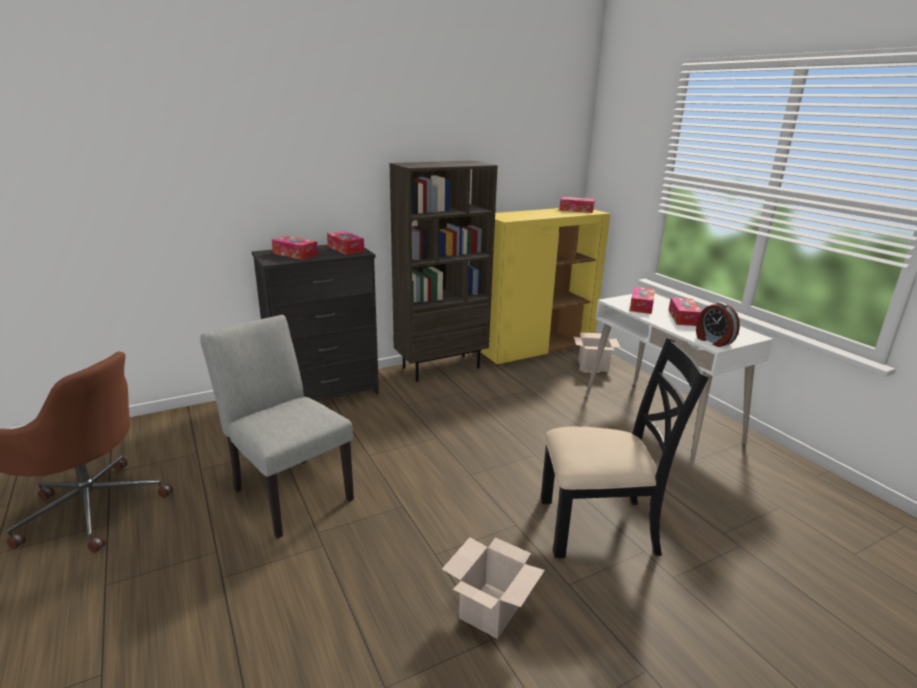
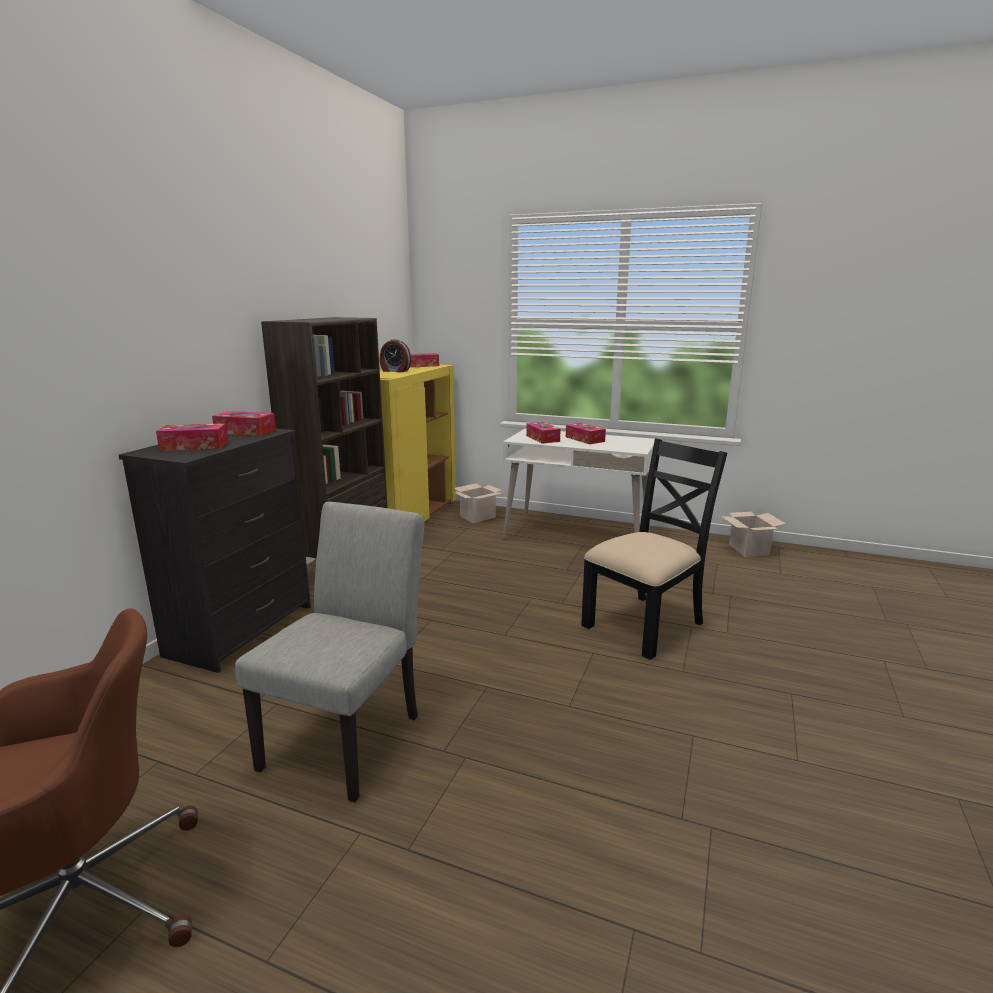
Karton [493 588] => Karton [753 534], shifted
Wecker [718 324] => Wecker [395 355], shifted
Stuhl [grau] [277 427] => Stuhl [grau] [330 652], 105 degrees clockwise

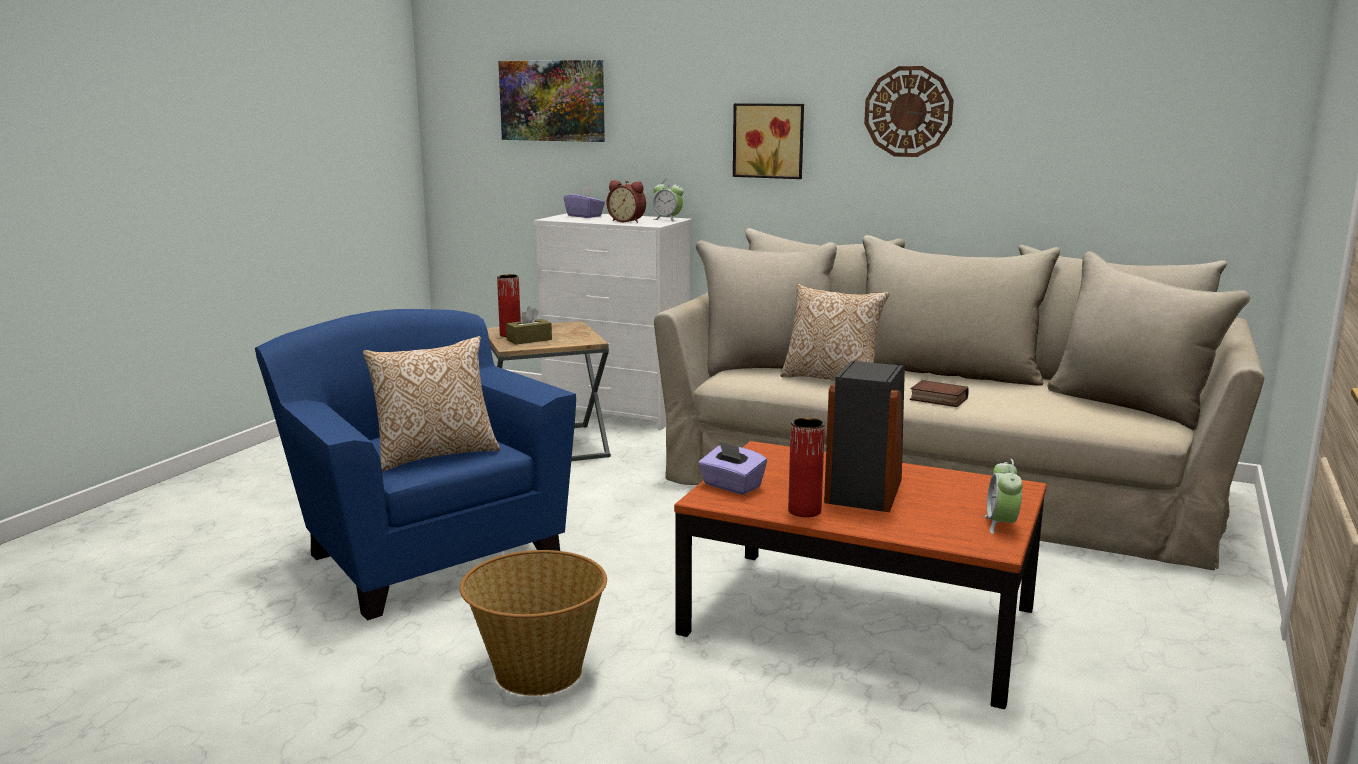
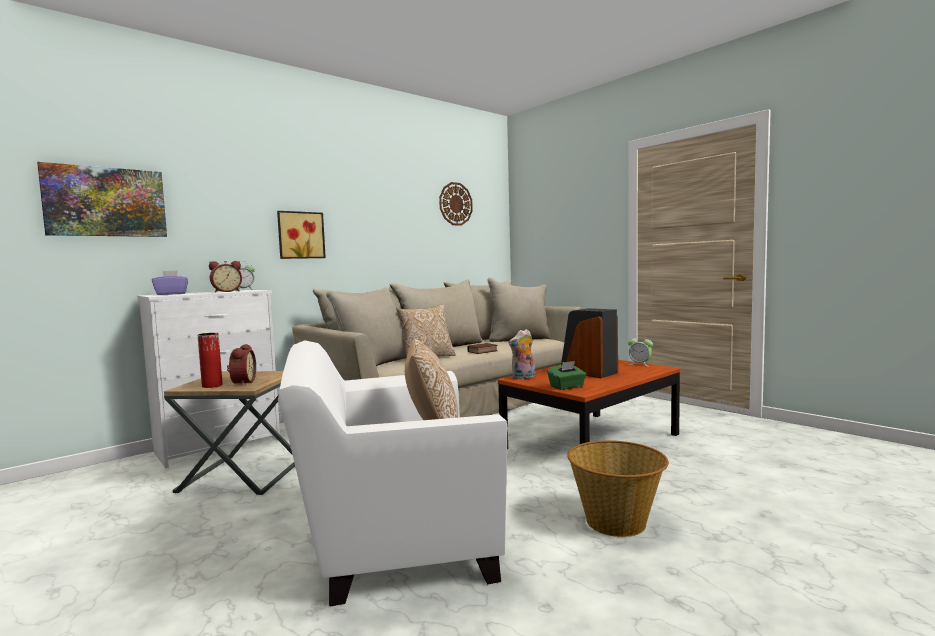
Vase [rot] [806 467] => nothing
nothing => Plüschtier [521 354]
Wanduhr [909 111] => Wanduhr [456 204], shifted
Taschentuchbox [braun] [529 326] => Wecker [241 365]
Sessel [blau] [415 464] => Sessel [weiß] [392 473]
Taschentuchbox [lila] [732 468] => Taschentuchbox [grün] [567 375]

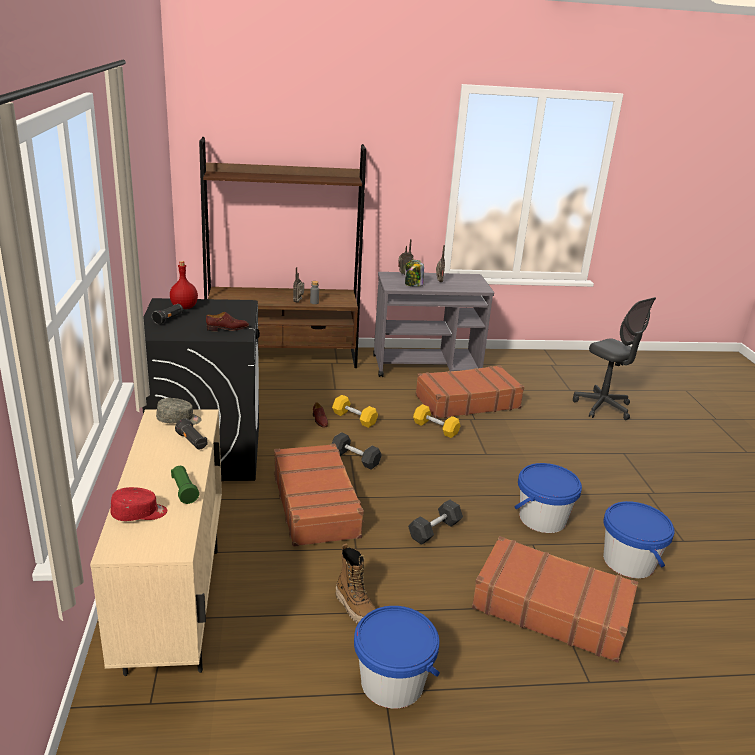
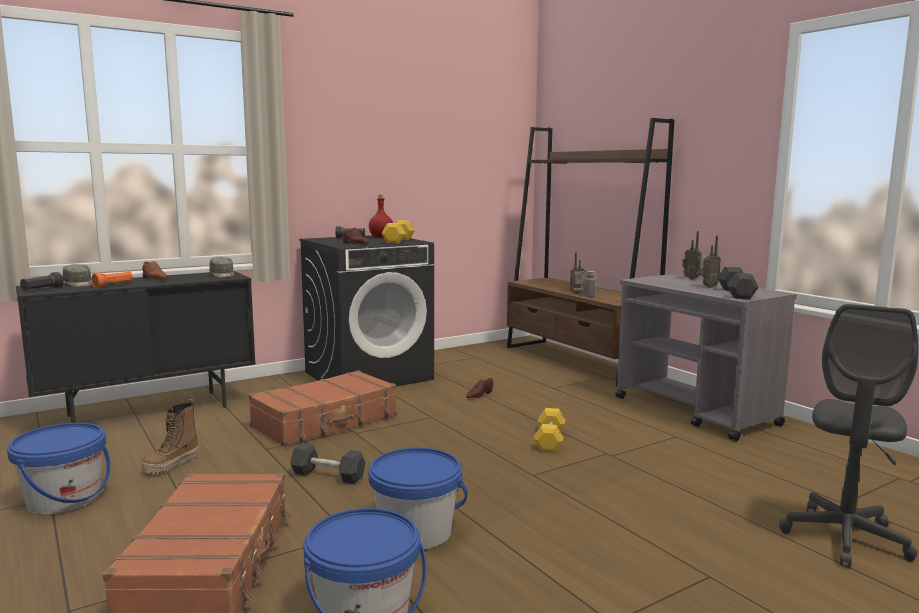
Vorratsglas [414 273] => nothing
Koffer [braun] [470 392] => nothing
nothing => Schuh [braun] [154 270]
Taschenlampe [schwarz] [191 434] => Taschenlampe [schwarz] [42 281], shifted
Hantel [gelb] [355 411] => Hantel [gelb] [398 232], shifted
Hantel [grau] [357 450] => Hantel [grau] [738 282], shifted
Schrank [beige] [156 542] => Schrank [schwarz] [136 347]
Kappe [rot] [138 504] => Kappe [grau] [77 275]
Taschenlampe [grün] [185 485] => Taschenlampe [orange] [112 279]

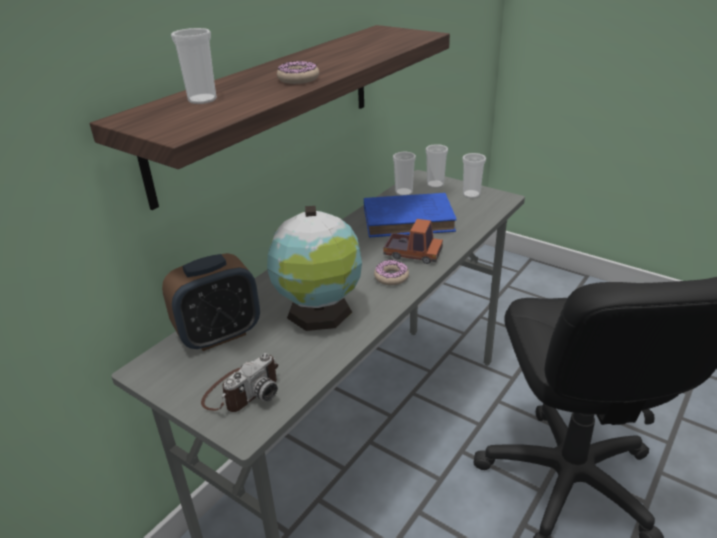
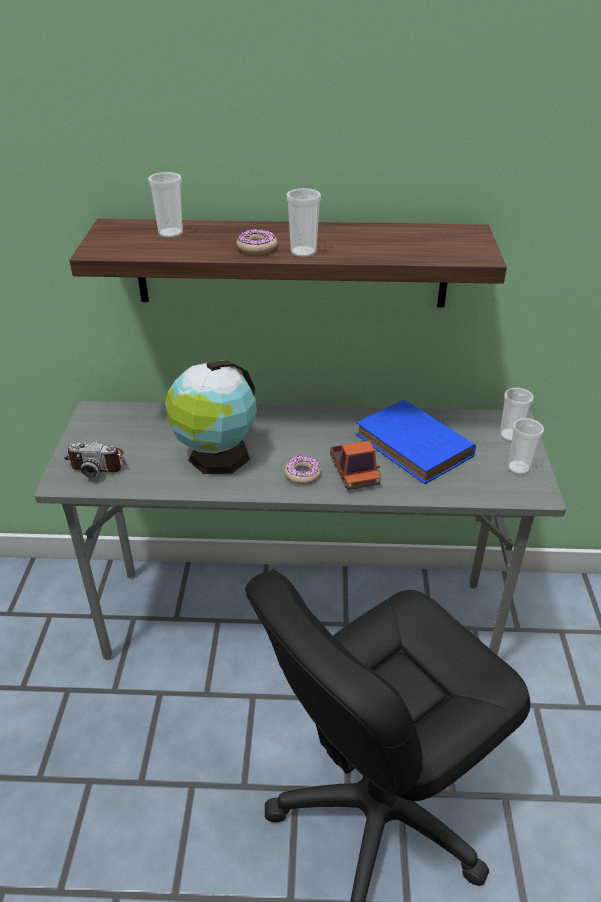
Wecker [211 302] => nothing
Tasse [404 174] => Tasse [303 222], shifted

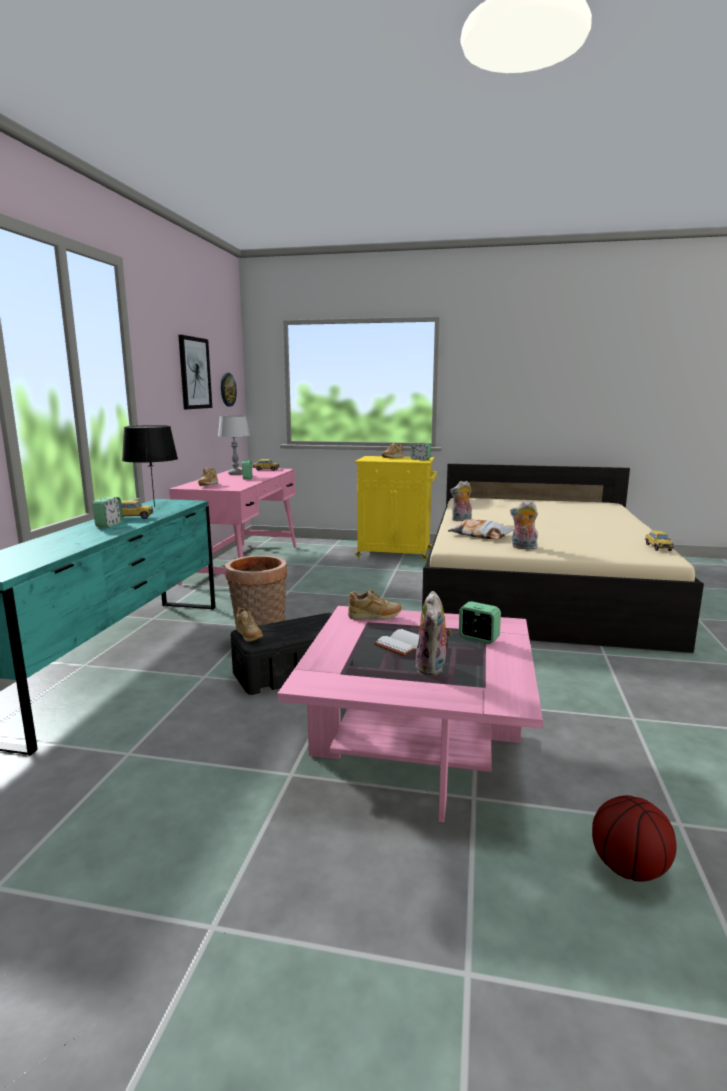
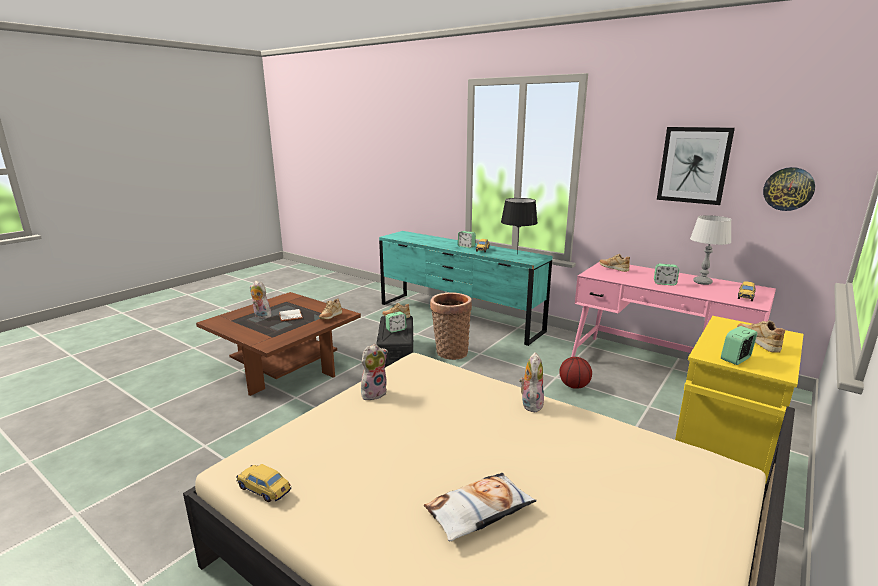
Kissen [481 529] => Kissen [480 507], shifted
Wecker [480 622] => Wecker [396 322], shifted
Basketball [634 838] => Basketball [575 373], shifted
Couchtisch [rosa] [410 714] => Couchtisch [braun] [278 344]

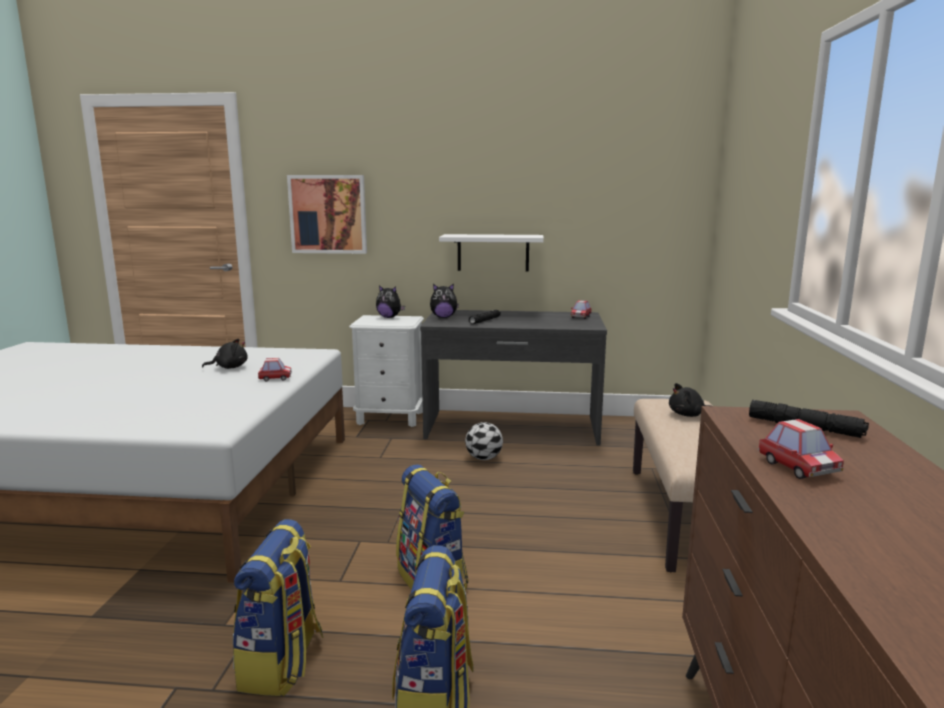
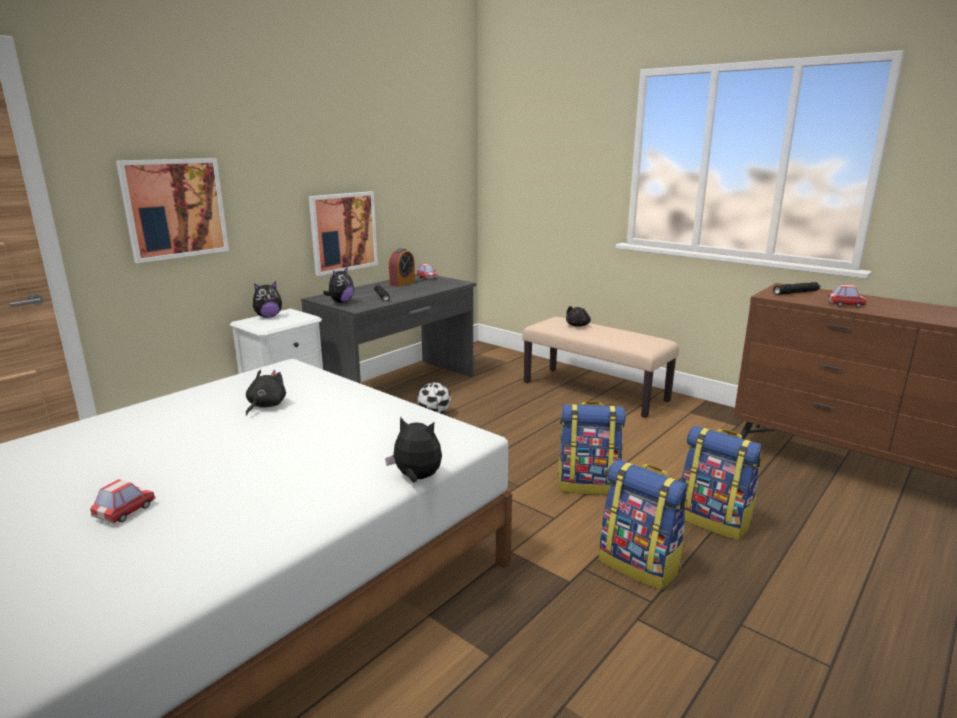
nothing => Plüschtier [413 449]
nothing => Wecker [402 267]
Spielzeugauto [275 369] => Spielzeugauto [122 501], shifted
Wandregal [weiß] [491 253] => Bild [343 233]

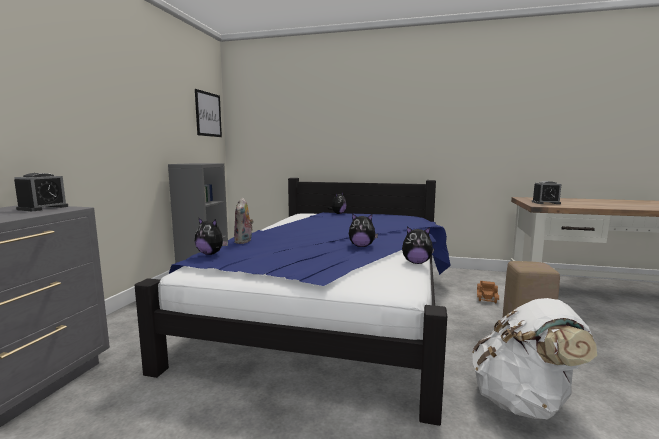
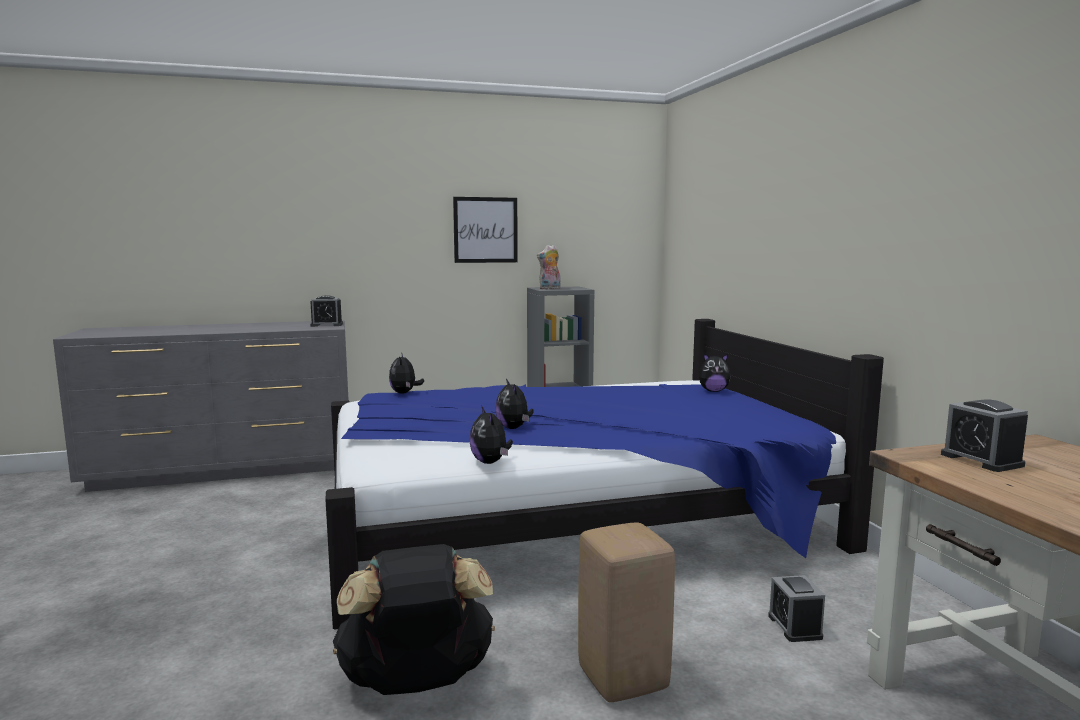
Bild [208 113] => Bild [485 230], shifted
Plüschtier [244 221] => Plüschtier [548 267], shifted
Spielzeuglaster [488 292] => Wecker [796 608]
Rucksack [weiß] [534 359] => Rucksack [schwarz] [414 619]

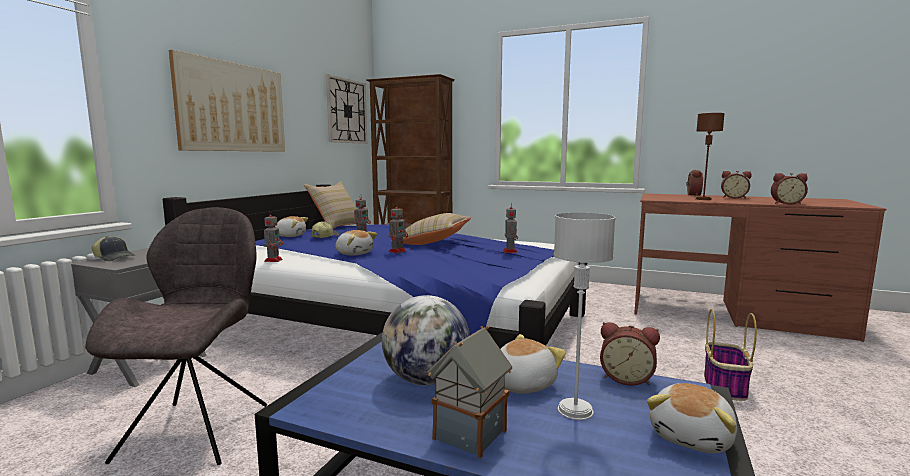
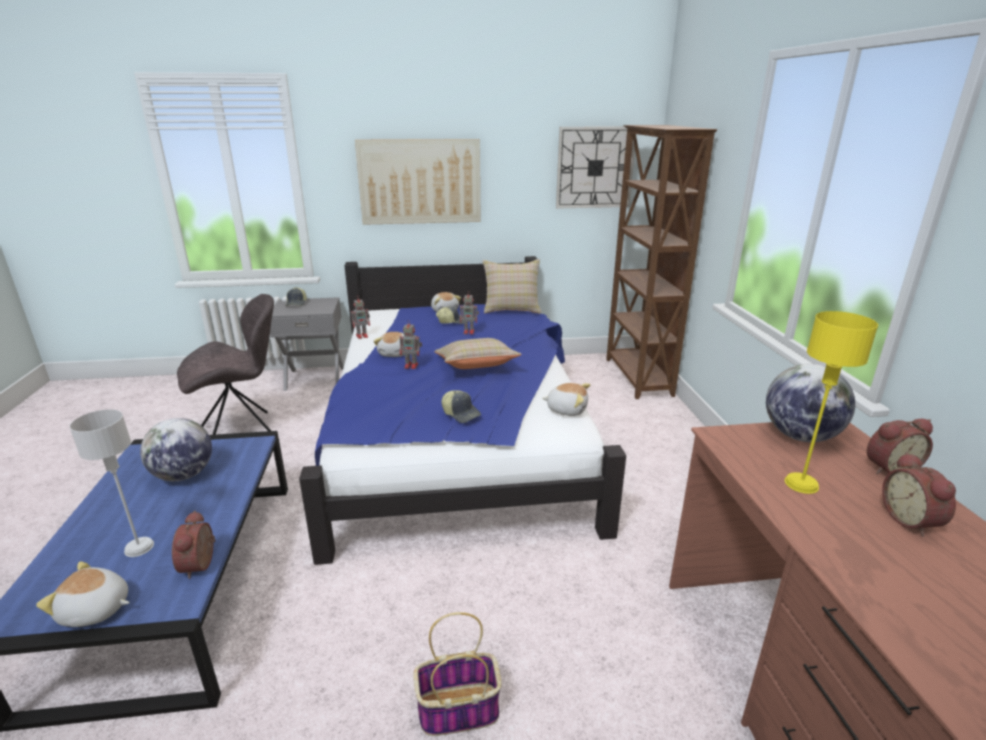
Spielzeughaus [470 392] => nothing
Wecker [789 188] => nothing
nothing => Globus [810 403]
Plüschtier [533 364] => Plüschtier [566 399], shifted
Spielzeugroboter [510 228] => Kappe [461 406]
Tischlampe [braun] [710 156] => Tischlampe [gelb] [831 402]

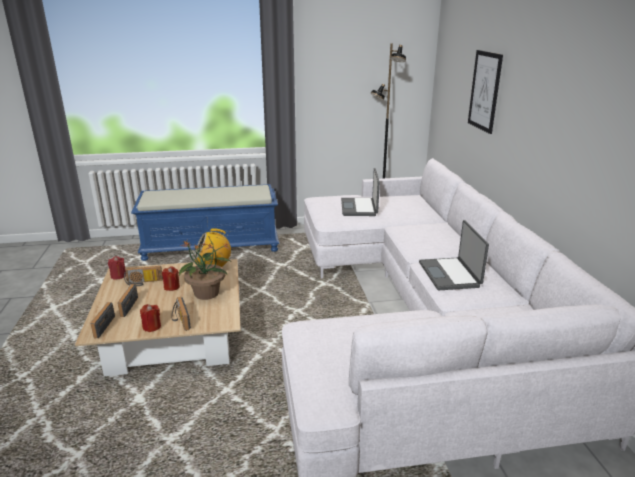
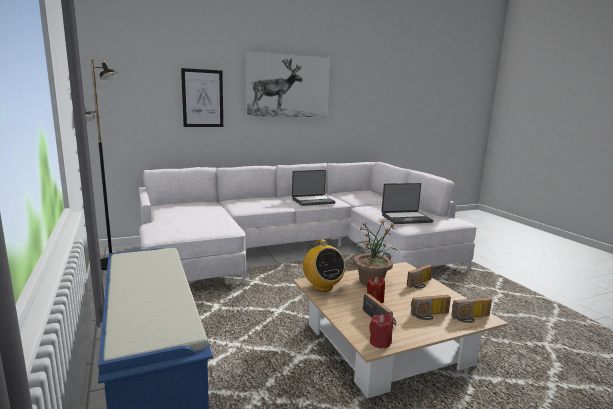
Kerze [rot] [150 318] => nothing
nothing => Bild [288 84]
Laptop [360 192] => Laptop [407 203], shifted

